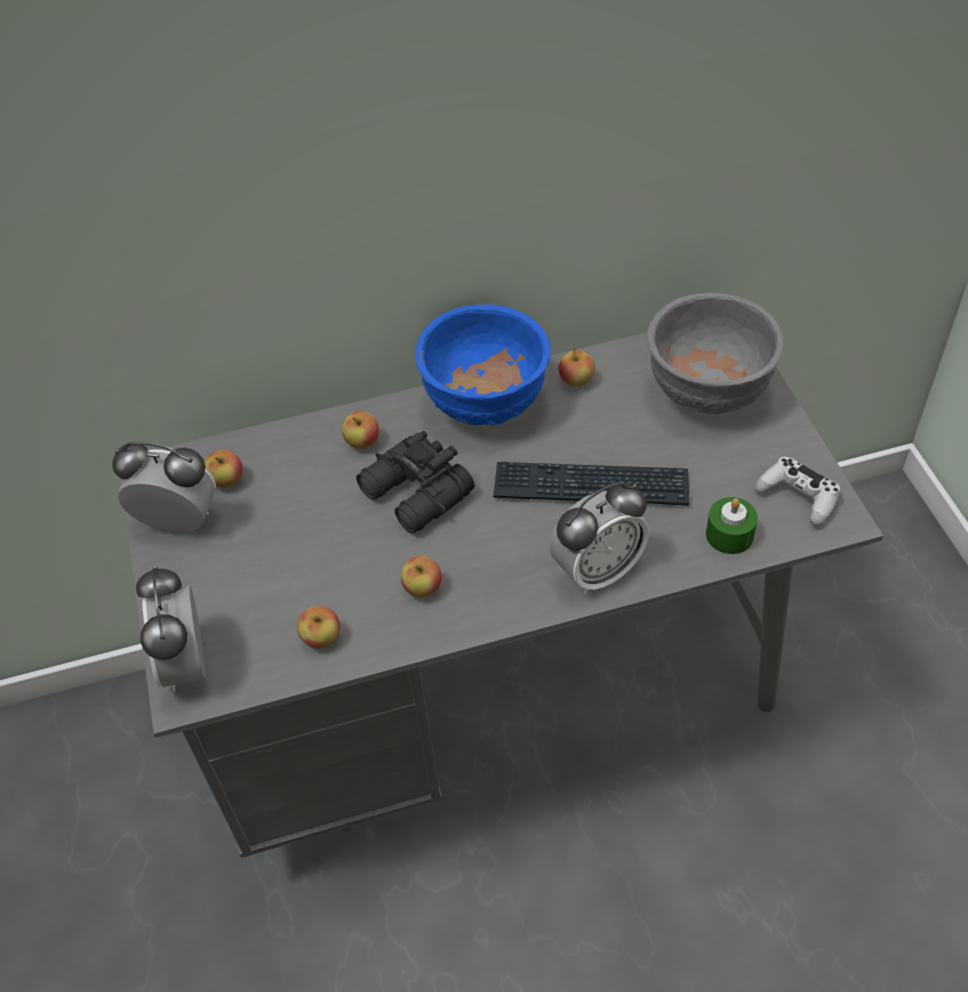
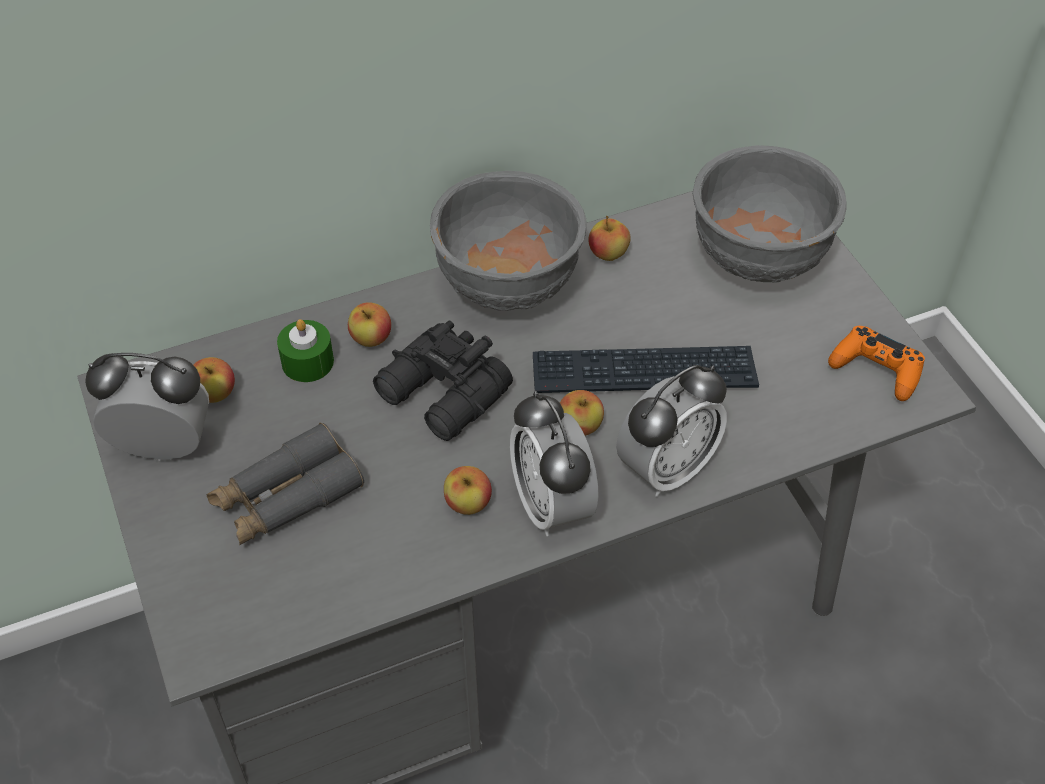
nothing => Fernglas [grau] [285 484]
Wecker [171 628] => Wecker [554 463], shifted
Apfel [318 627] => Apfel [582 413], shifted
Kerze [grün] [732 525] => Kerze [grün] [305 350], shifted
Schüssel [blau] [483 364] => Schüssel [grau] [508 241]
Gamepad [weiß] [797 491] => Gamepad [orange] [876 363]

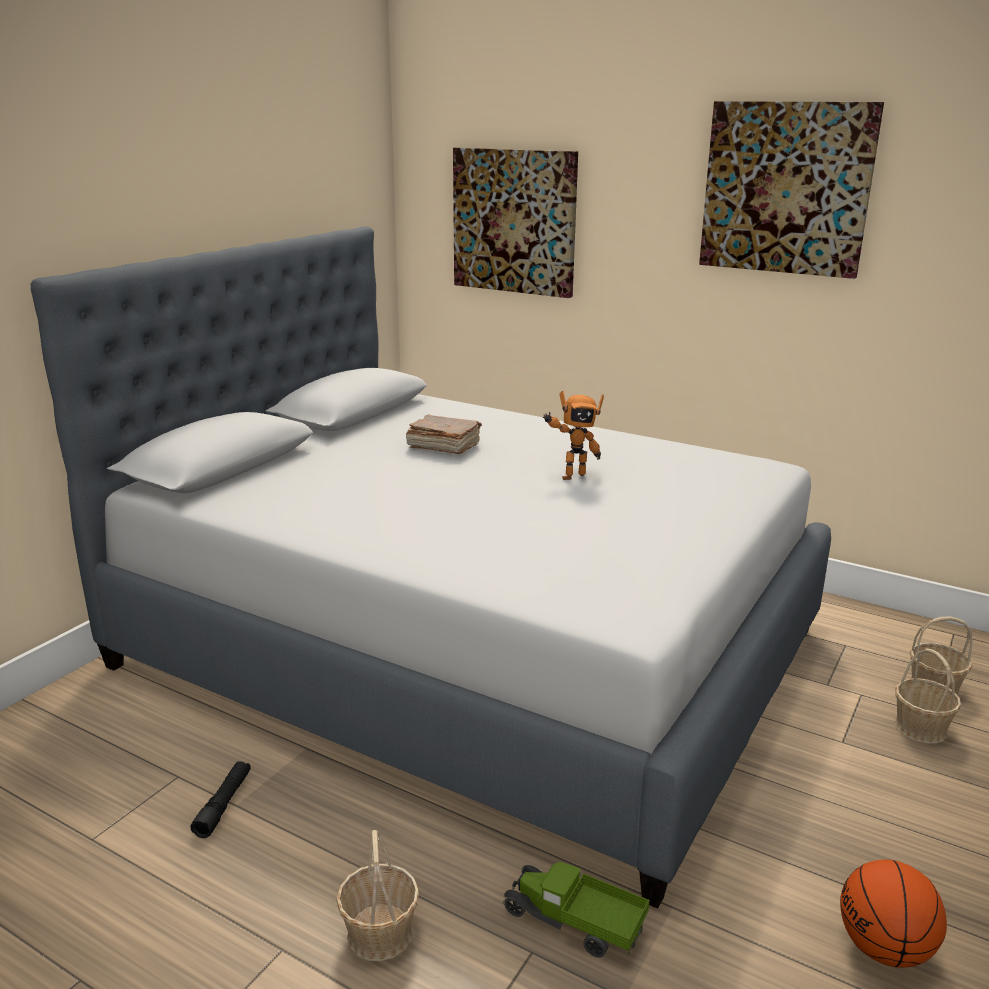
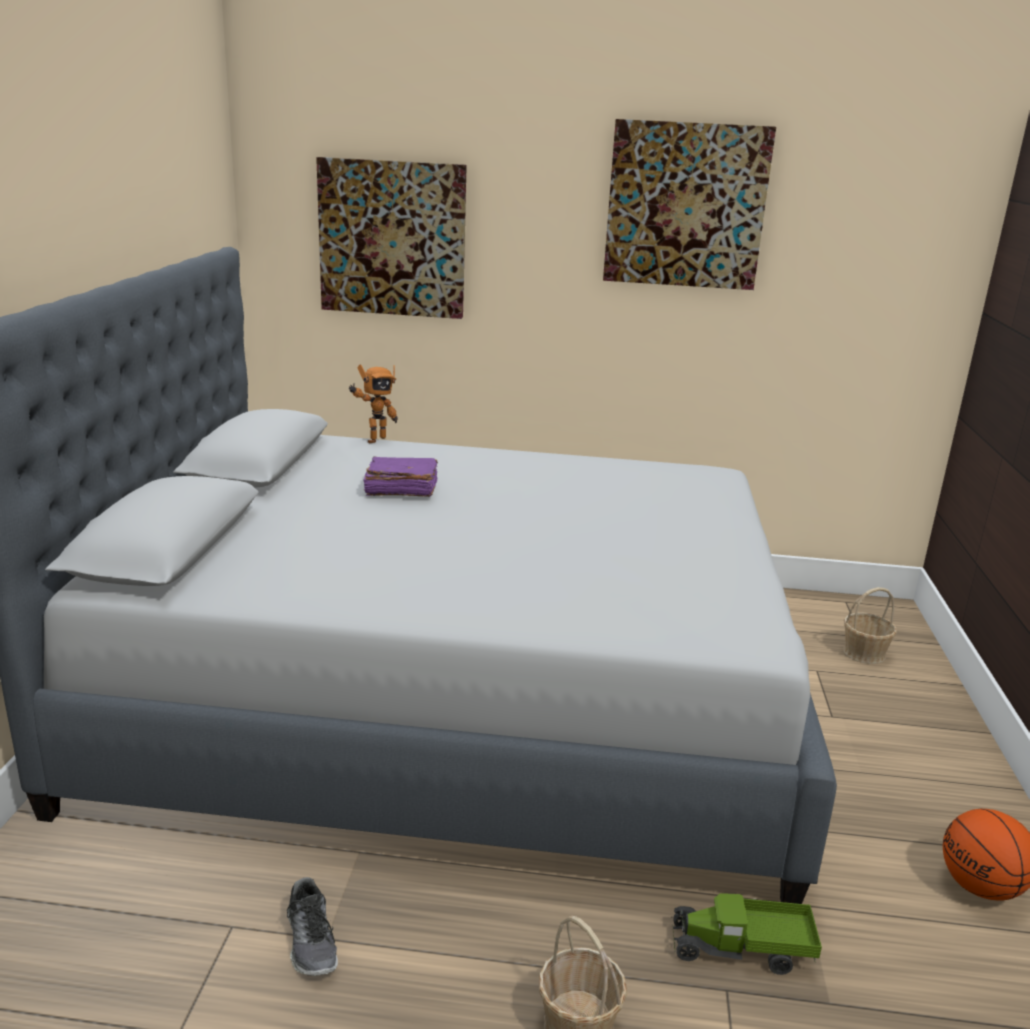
Korb [928 696] => nothing
Spielzeugroboter [573 435] => Spielzeugroboter [373 404], shifted
Taschenlampe [schwarz] [220 799] => Schuh [312 926]
Buch [braun] [444 434] => Buch [lila] [400 476]

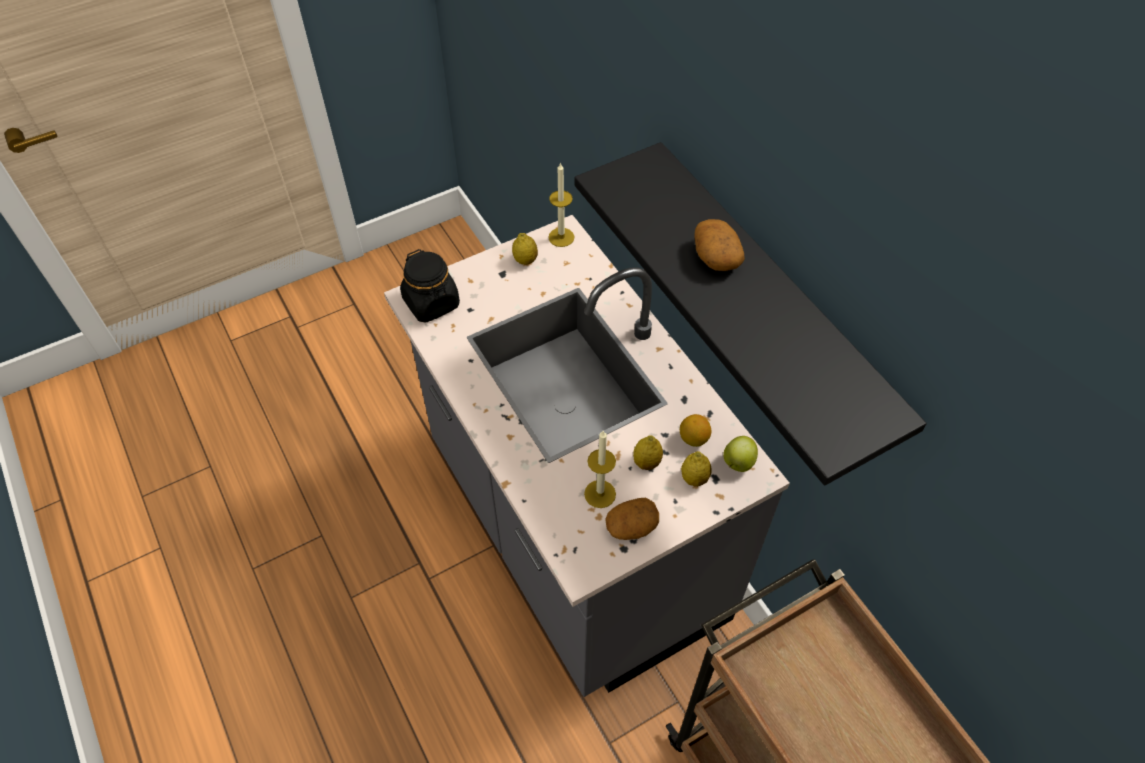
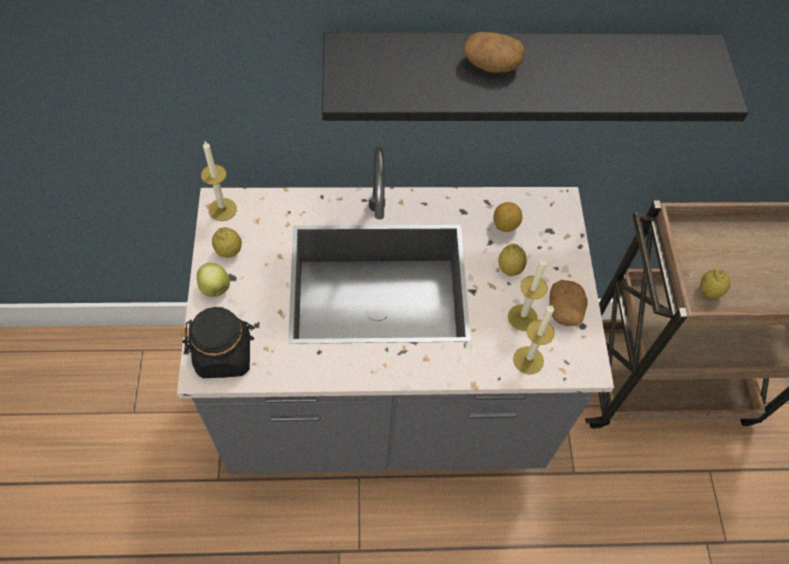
nothing => Kerze [534 340]
Zitrone [696 469] => Zitrone [715 283], shifted
Apfel [740 454] => Apfel [213 280], shifted

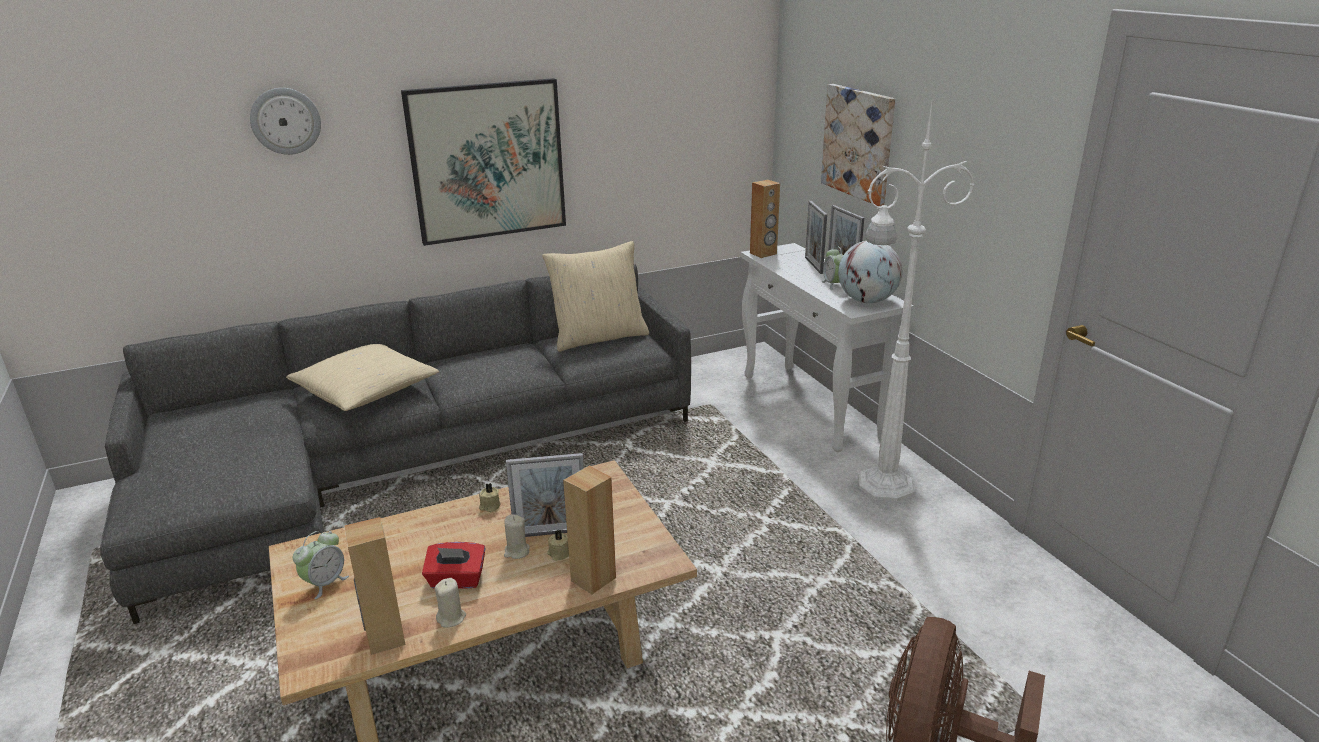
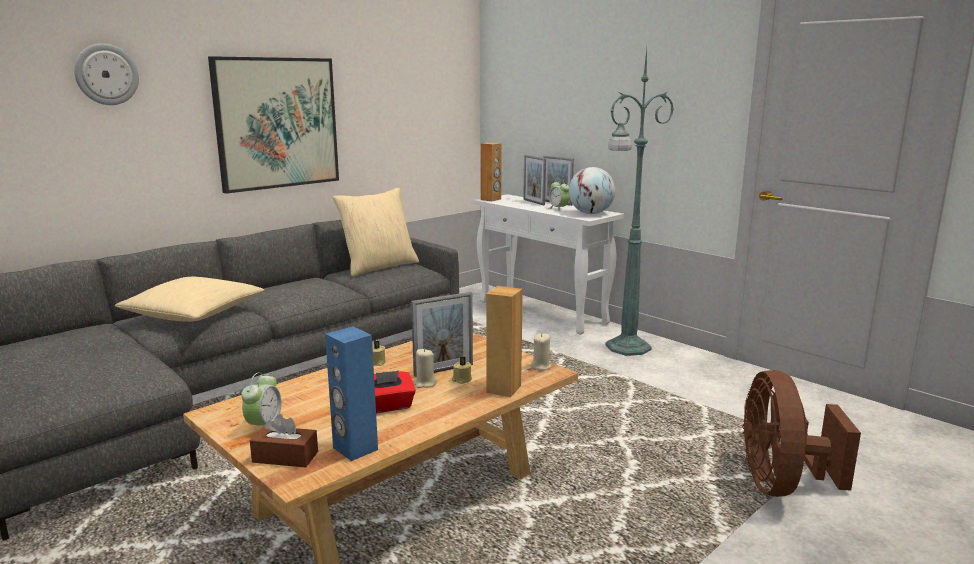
Bild [858 145] => nothing
nothing => Taschentuchbox [braun] [284 441]
Kerze [beige] [450 603] => Kerze [beige] [540 351], shifted
Lautsprecher [braun] [375 586] => Lautsprecher [blau] [351 393]
Stehlampe [weiß] [916 302] => Stehlampe [grün] [640 202]

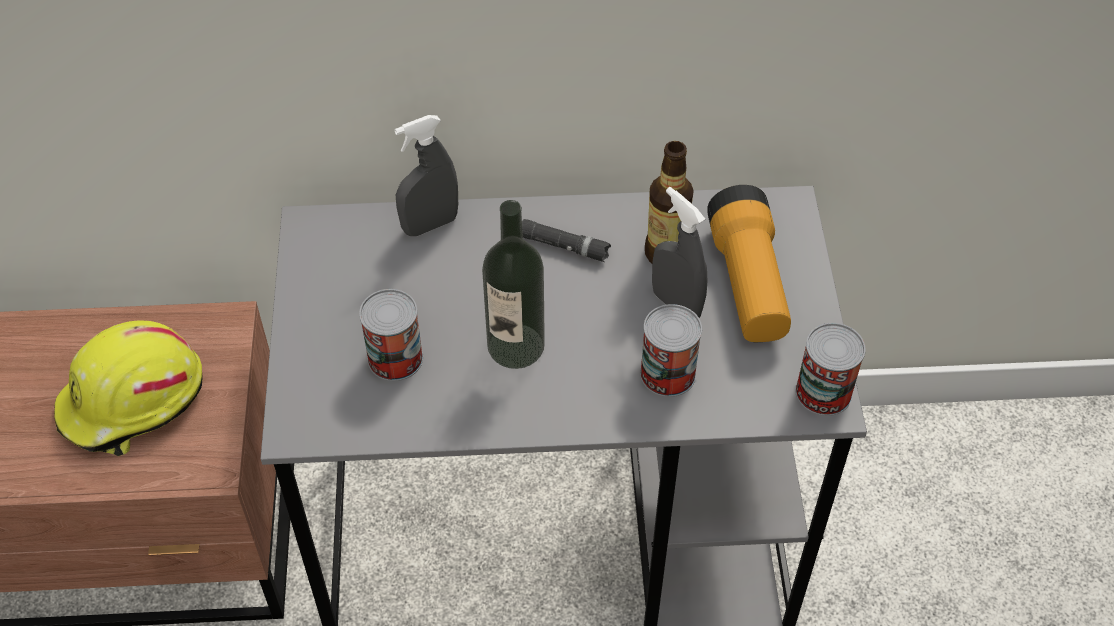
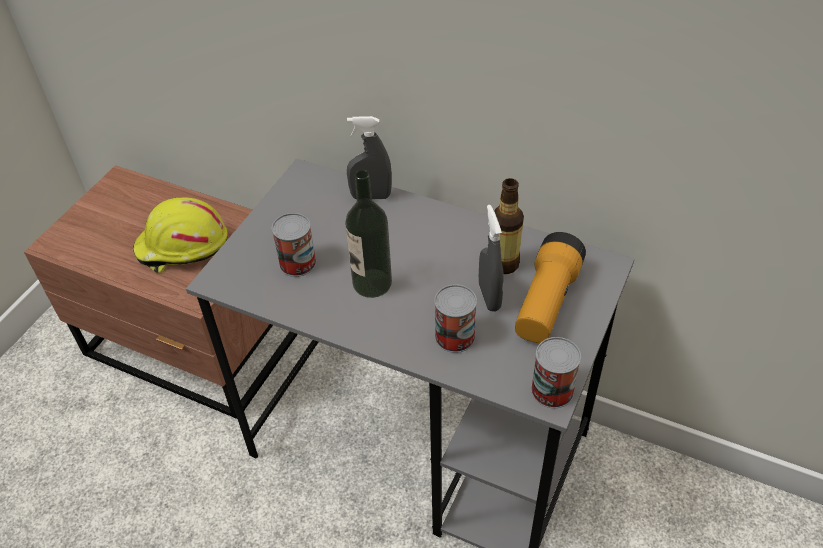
Taschenlampe [schwarz] [566 240] => nothing

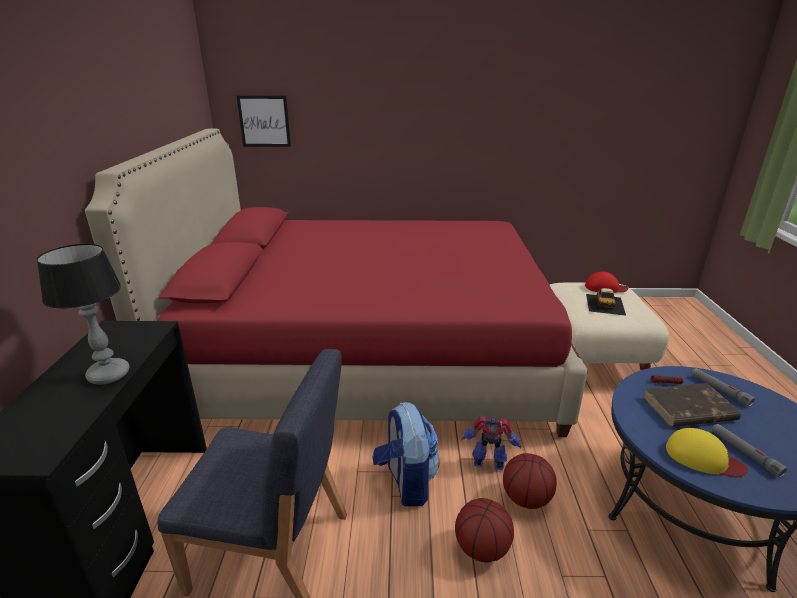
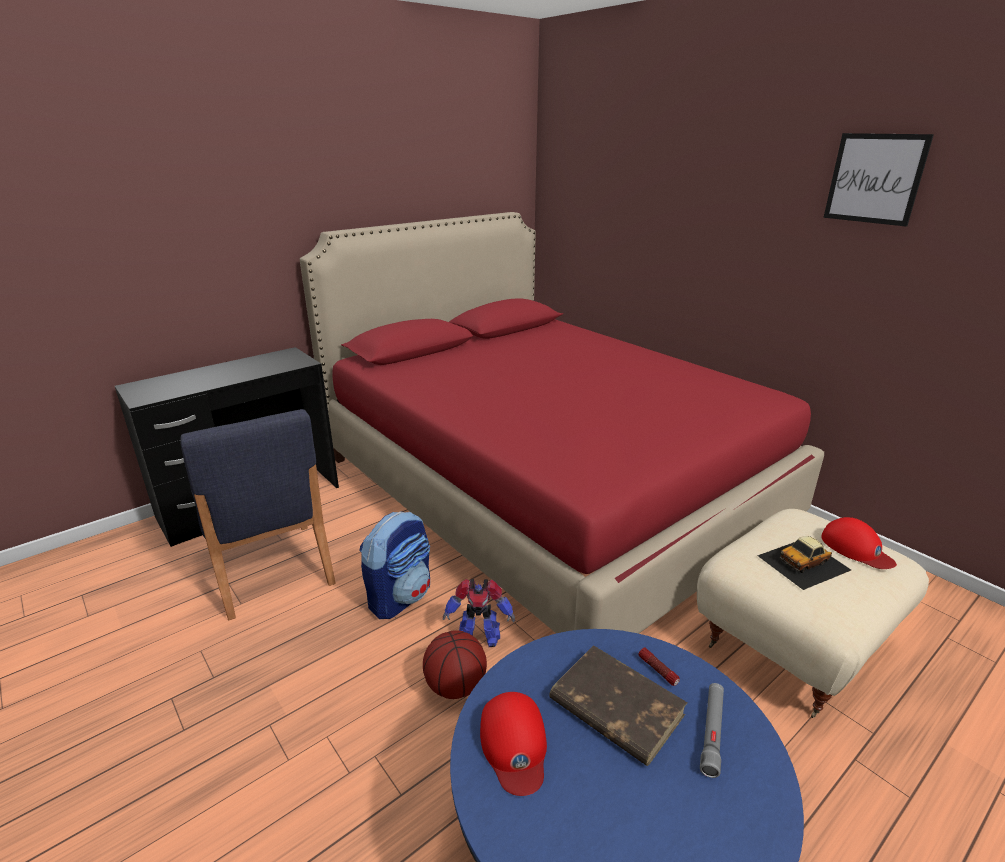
Tischlampe [83 314] => nothing
Basketball [484 530] => nothing
Taschenlampe [grau] [749 450] => nothing
Bild [264 121] => Bild [878 179], shifted
Kappe [gelb] [707 452] => Kappe [rot] [513 744]
Spielzeugroboter [491 442] => Spielzeugroboter [479 613], 120 degrees clockwise

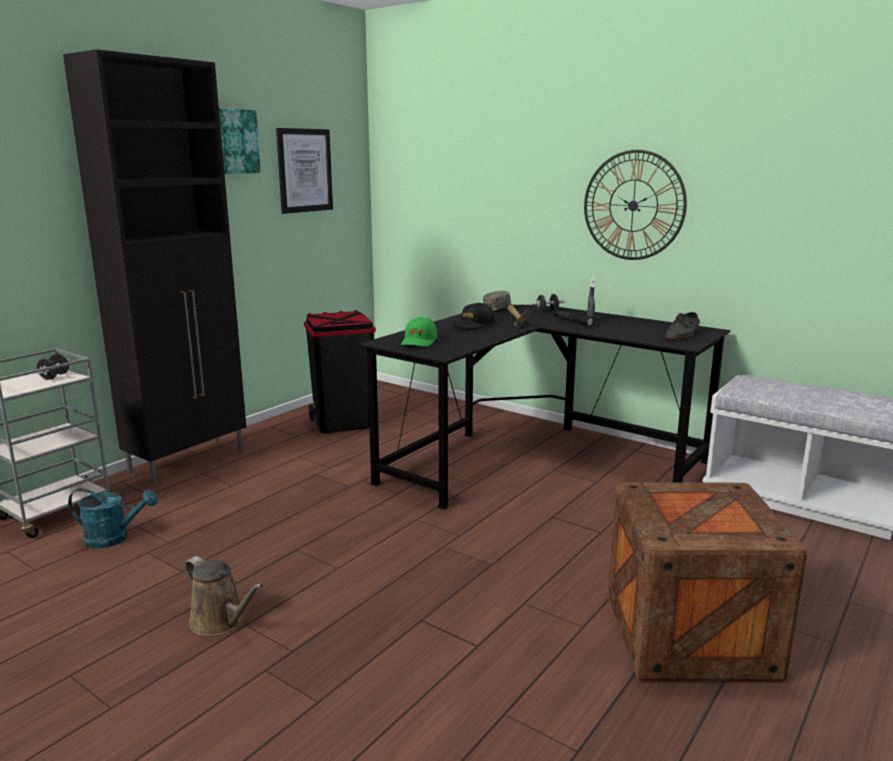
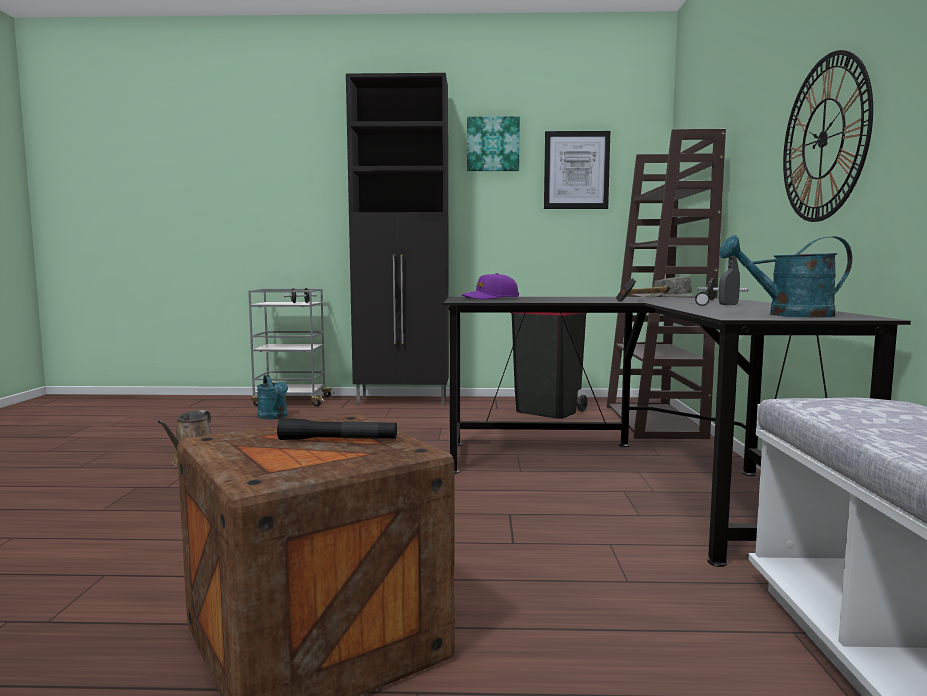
Kappe [schwarz] [474 316] => nothing
nothing => Taschenlampe [schwarz] [337 429]
nothing => Bücherregal [braun] [666 284]
Schuh [grau] [682 326] => Gießkanne [türkis] [785 276]
Kappe [grün] [419 332] => Kappe [lila] [490 286]

